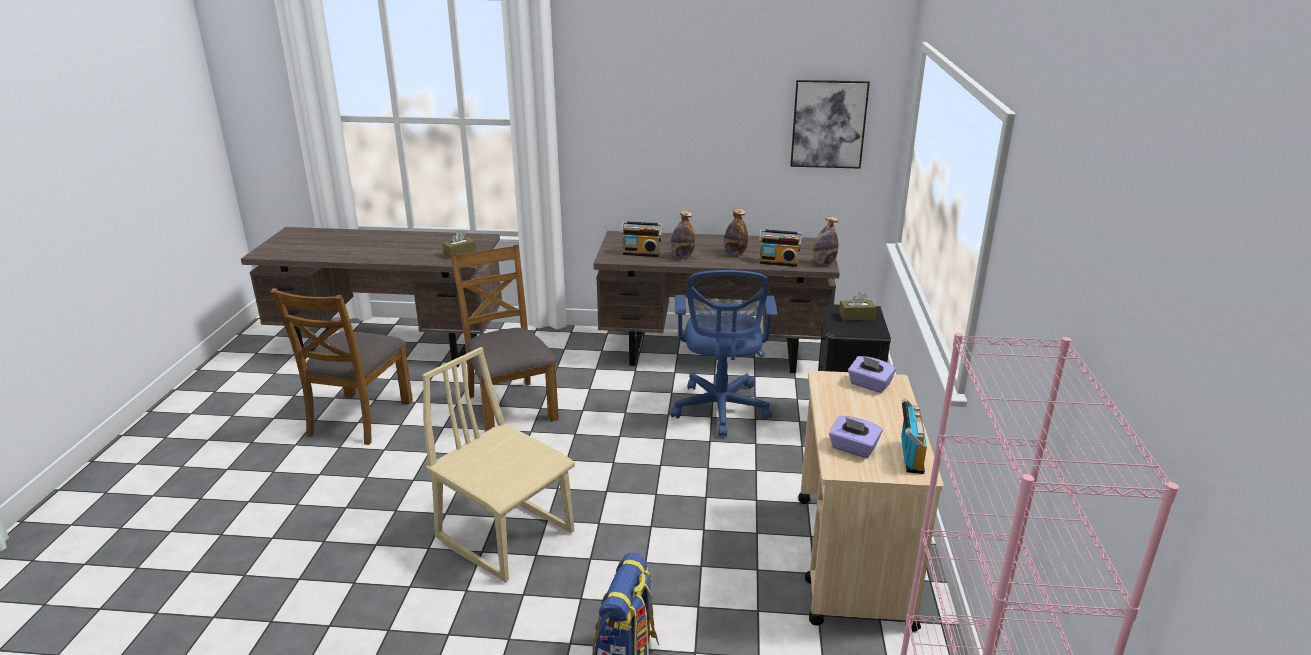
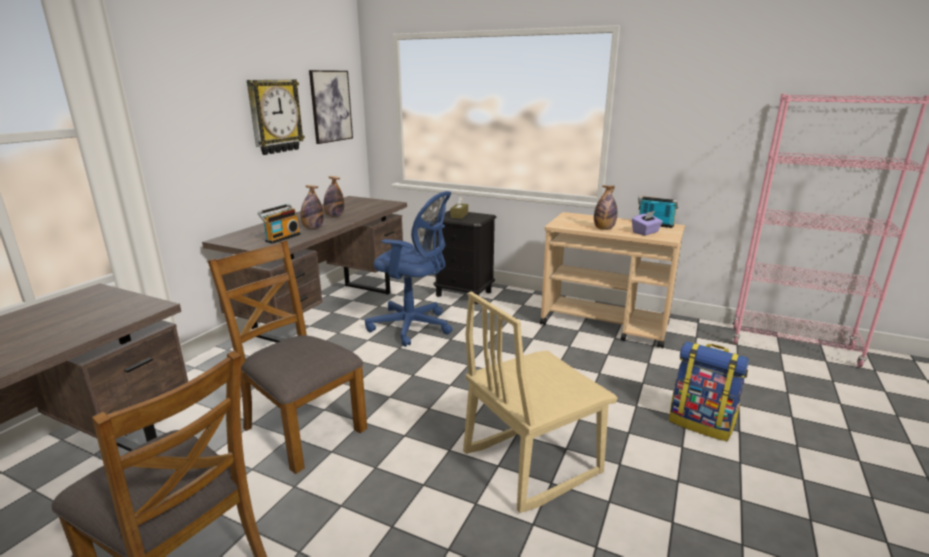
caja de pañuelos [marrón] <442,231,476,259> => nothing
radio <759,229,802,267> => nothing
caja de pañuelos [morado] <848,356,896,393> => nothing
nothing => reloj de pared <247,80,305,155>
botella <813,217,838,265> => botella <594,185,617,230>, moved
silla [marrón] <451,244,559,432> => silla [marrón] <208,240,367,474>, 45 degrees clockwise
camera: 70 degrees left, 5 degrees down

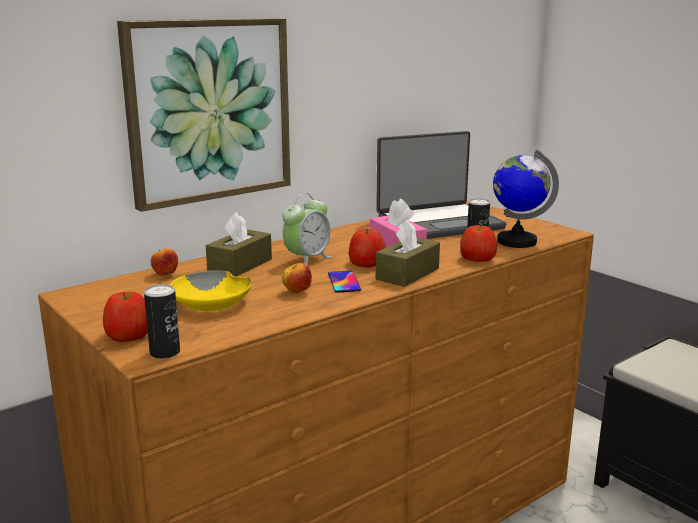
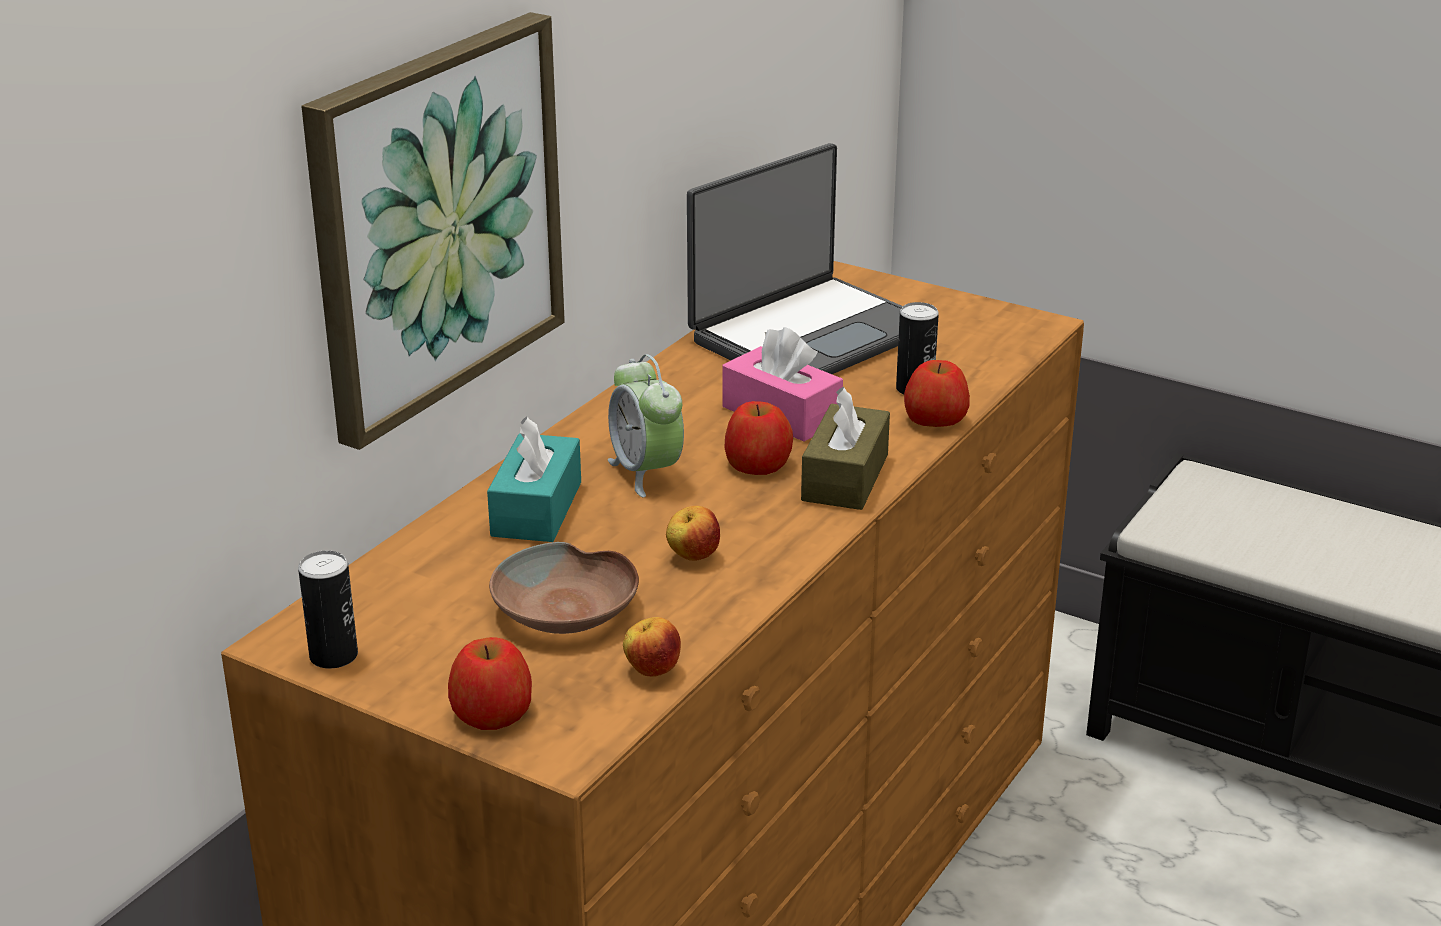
móvil <328,271,361,292> => nothing
globo terráqueo <493,150,559,248> => nothing
lata <144,284,180,359> => lata <298,551,358,669>, moved
manzana <151,248,178,275> => manzana <623,617,681,677>, moved
cuenco [amarillo] <170,271,252,311> => cuenco [marrón] <489,542,639,634>
caja de pañuelos [marrón] <206,213,272,277> => caja de pañuelos [turquesa] <487,417,581,542>
despertador <283,193,332,266> => despertador <608,354,684,497>, 135 degrees clockwise
camera: 20 degrees left, 10 degrees up

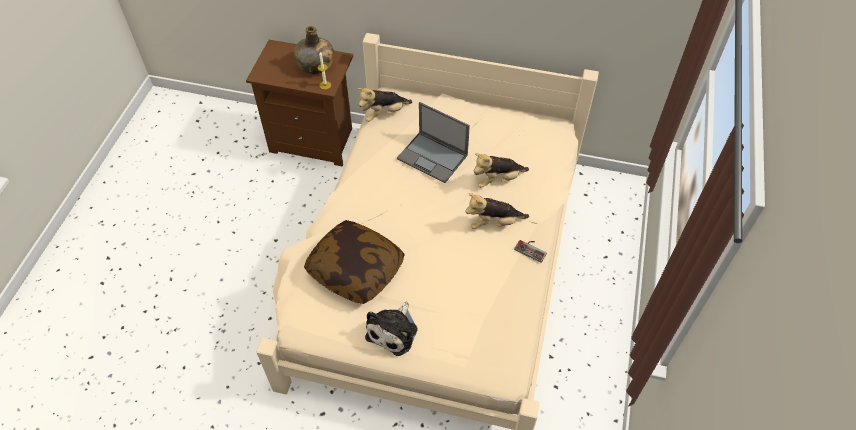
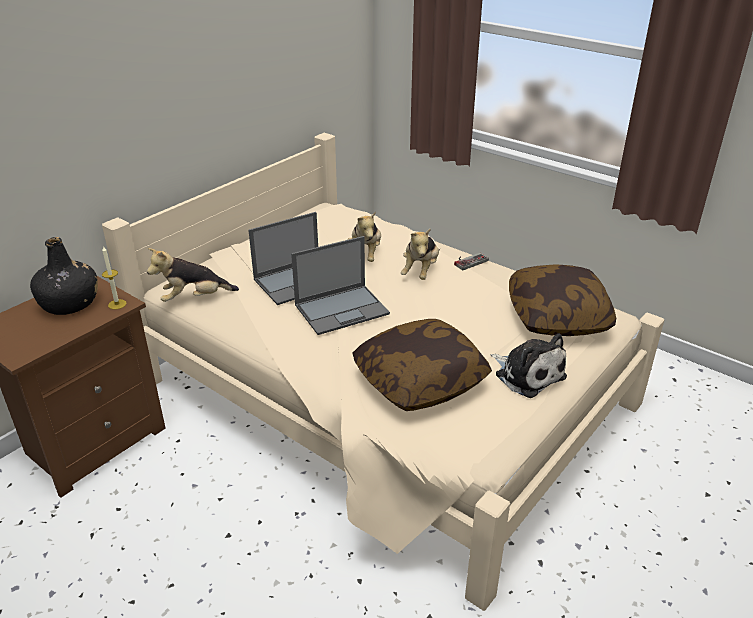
nothing => portátil <291,236,390,335>
nothing => cojín <509,264,616,336>
botella [verde] <294,26,334,74> => botella [negro] <30,237,98,315>
peluche <358,88,412,122> => peluche <147,248,239,302>, 75 degrees clockwise
camera: 65 degrees left, 20 degrees down

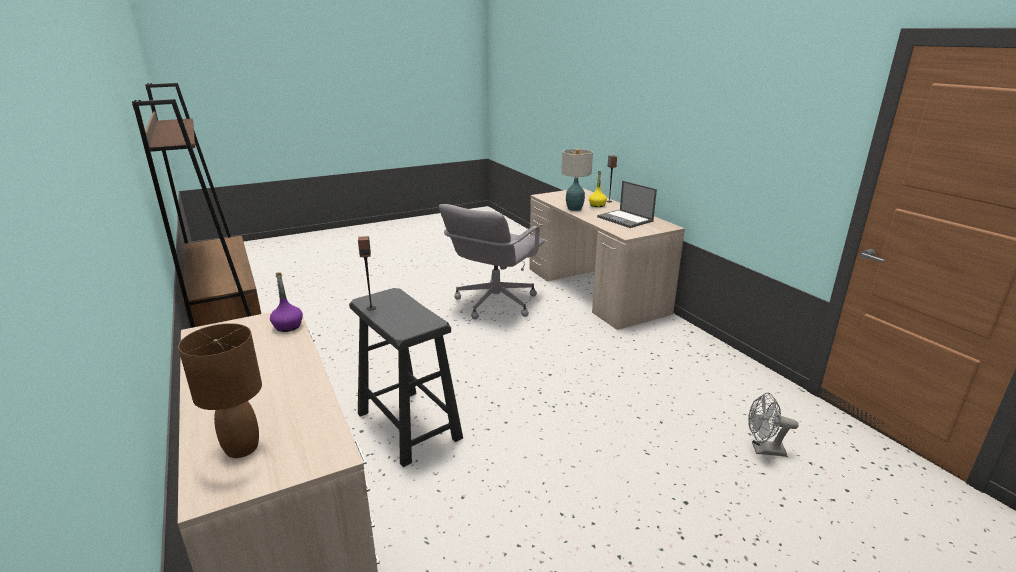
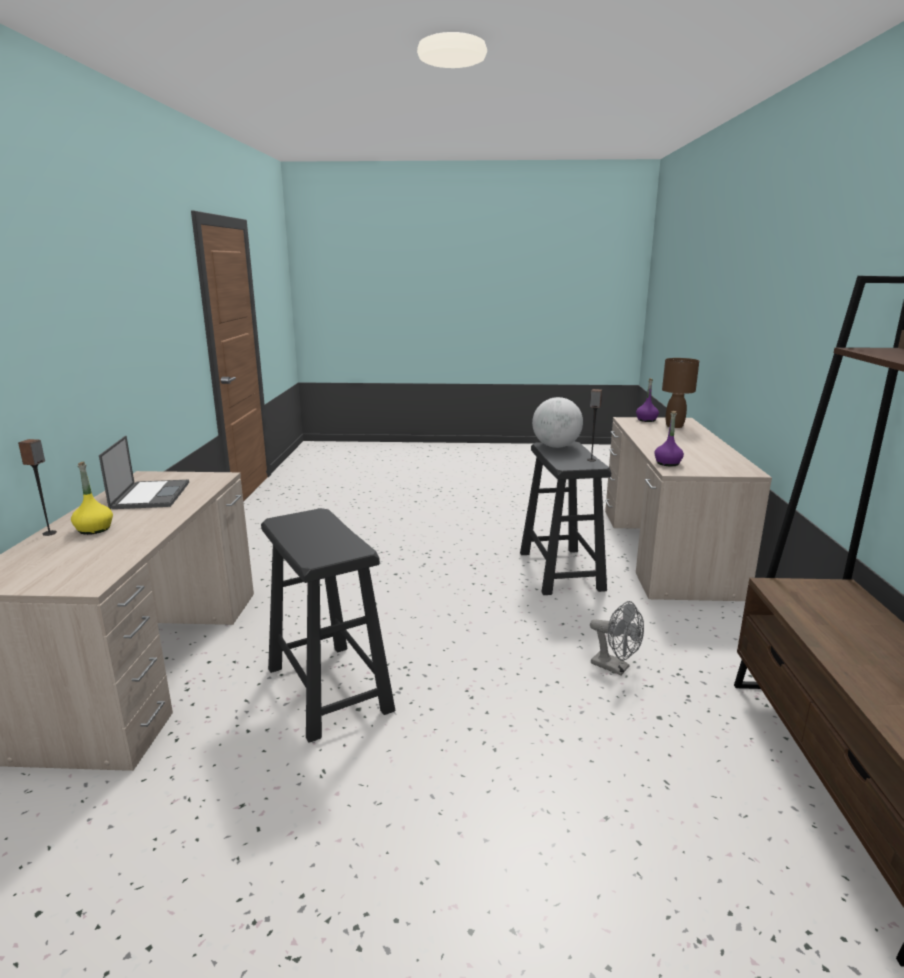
lámpara de mesa <561,149,593,211> => nothing
nothing => globo terráqueo <532,397,583,448>
nothing => botella [morado] <636,378,659,422>
ventilador [gris] <748,393,799,457> => ventilador [gris] <590,601,644,675>, moved
silla de oficina [gris] <439,204,544,319> => taburete [negro] <261,508,395,743>
camera: 150 degrees left, 5 degrees down

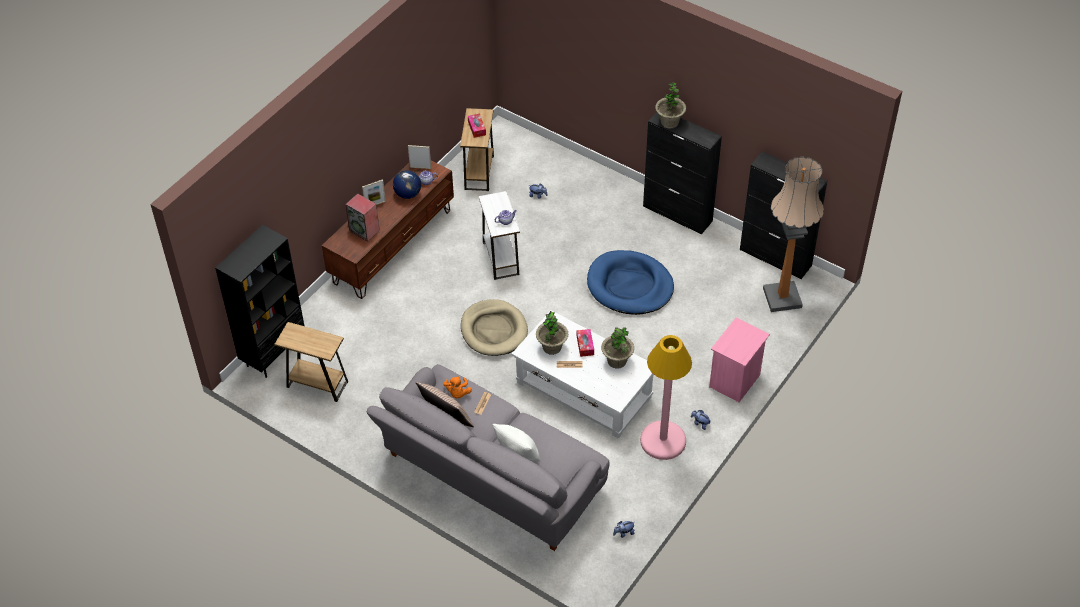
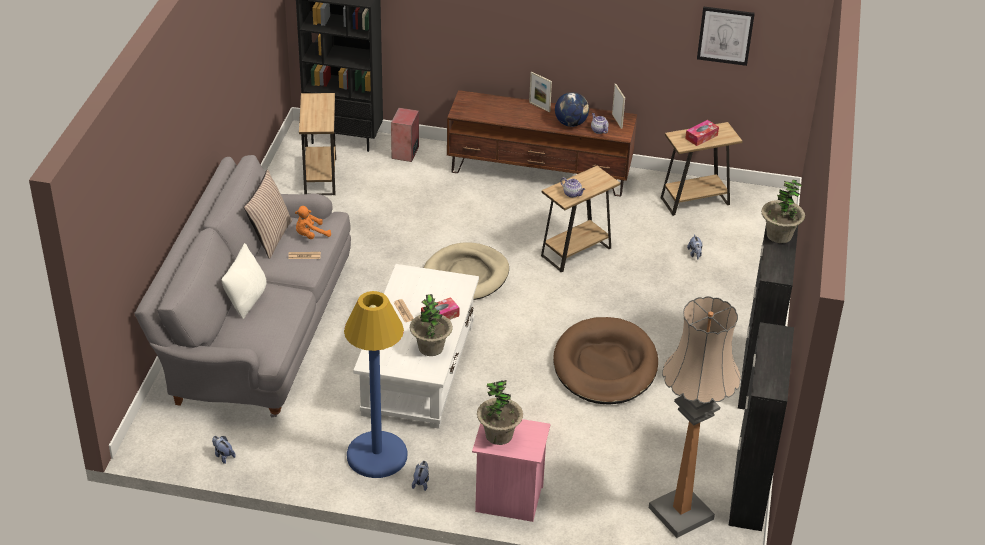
nothing => cuadro <697,6,755,66>
altavoz <345,193,380,242> => altavoz <391,108,419,162>, moved
planta en maceta <536,311,568,355> => planta en maceta <477,380,523,445>, moved
mesa auxiliar [blanco] <479,191,520,280> => mesa auxiliar [marrón] <541,166,620,273>
cama para perro [azul] <587,250,674,315> => cama para perro [marrón] <553,317,658,405>
lámpara de pie [rosa] <640,335,692,460> => lámpara de pie [azul] <344,291,407,478>
camera: 65 degrees right, 10 degrees down

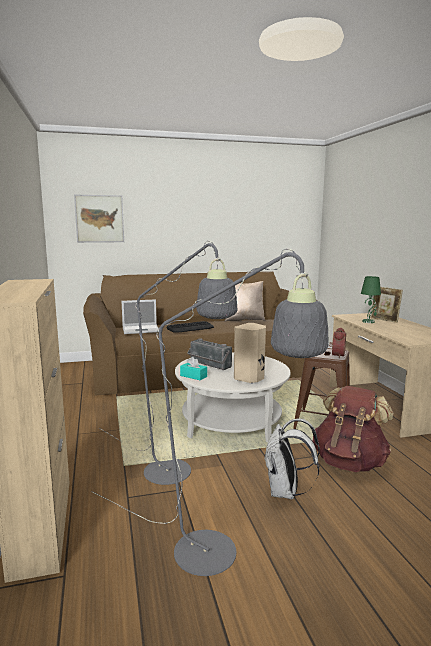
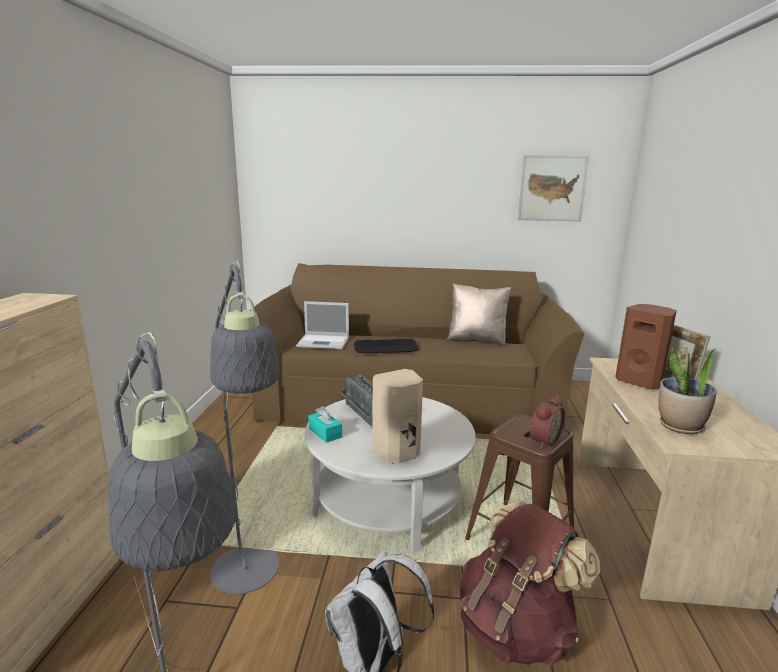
nothing => planta en maceta <658,347,717,434>
cuadro <74,195,124,243> => cuadro <518,155,589,222>, moved
lámpara de mesa [verde] <361,276,381,323> => altavoz [marrón] <615,304,677,390>
camera: 20 degrees right, 5 degrees up

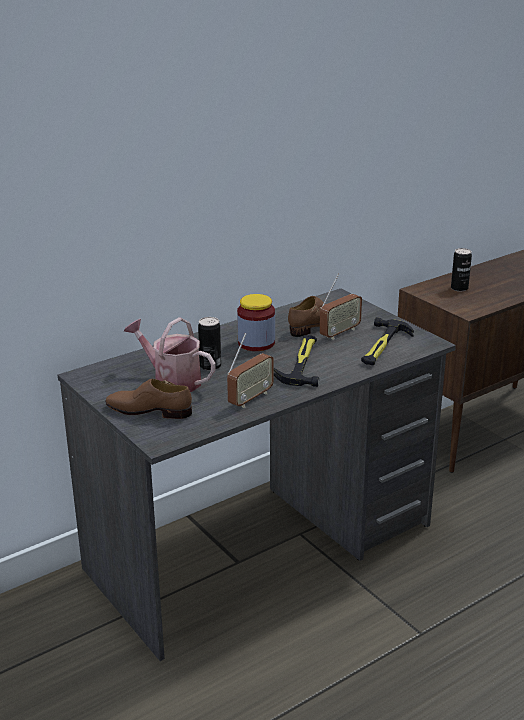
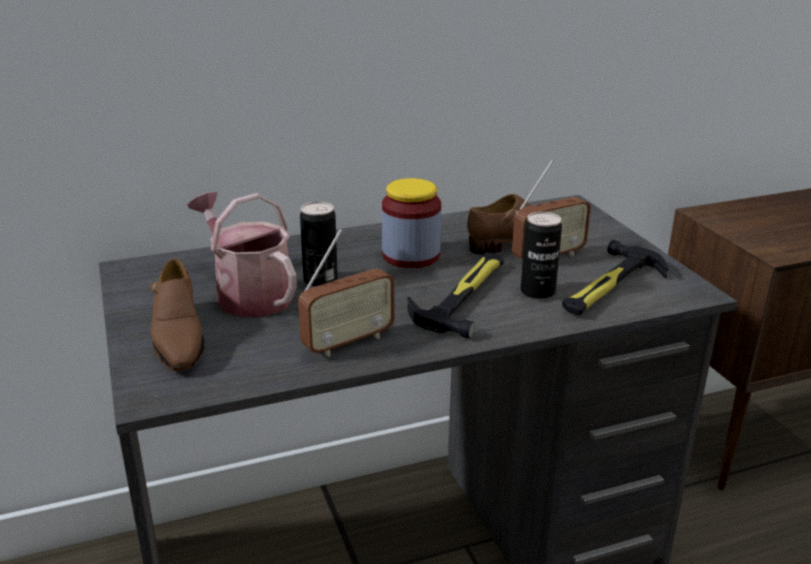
lata <451,248,472,292> => lata <520,212,562,300>, moved
zapato [marrón] <105,379,192,419> => zapato [marrón] <150,259,204,371>, 135 degrees counterclockwise
camera: 15 degrees right, 0 degrees up

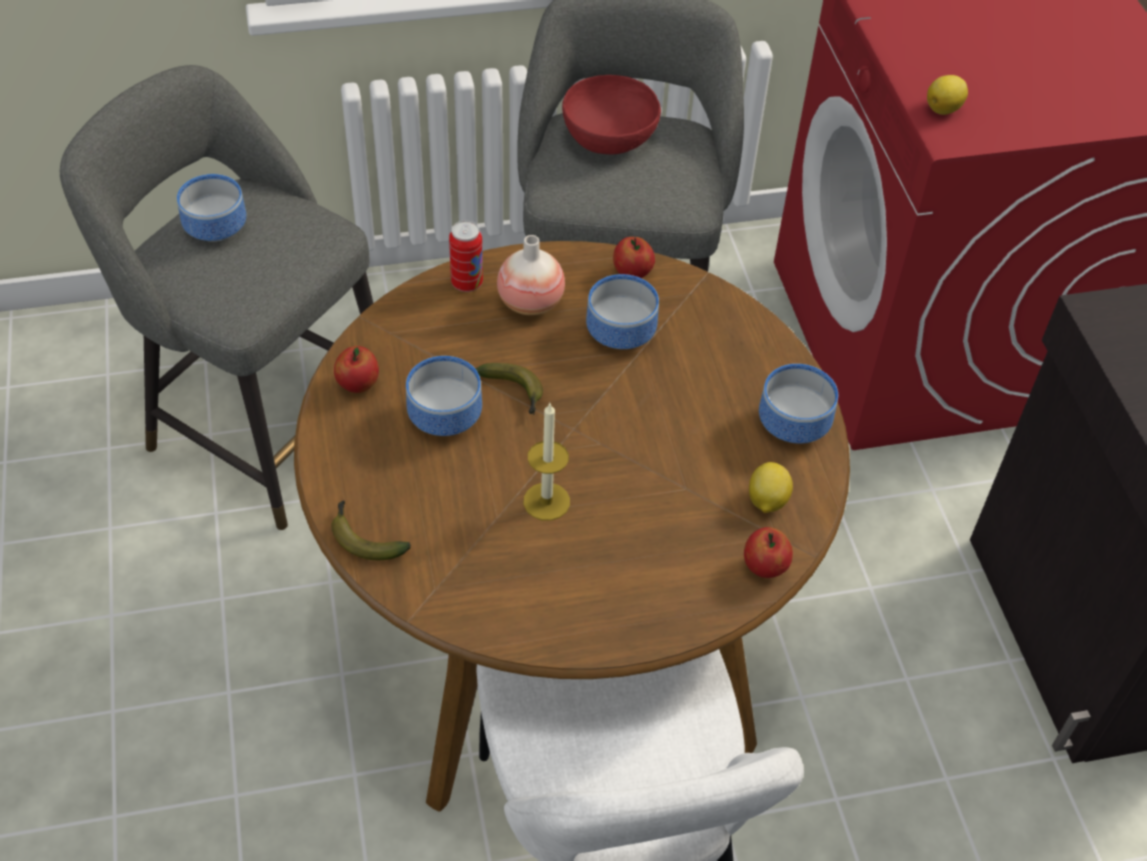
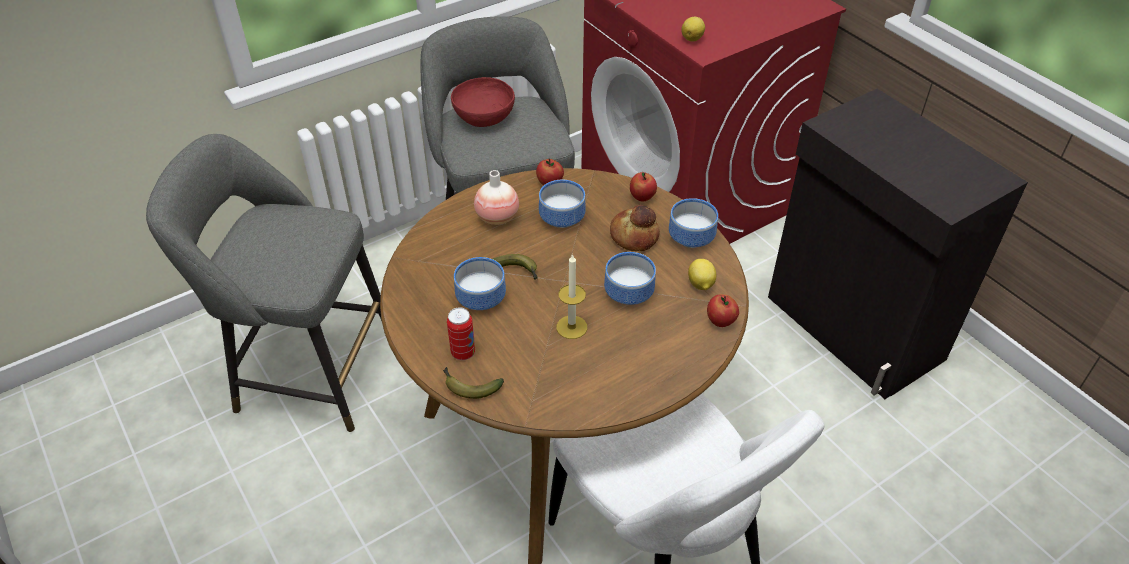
nothing => pan <610,205,660,251>
cuenco <177,174,246,242> => cuenco <604,252,656,305>, moved
manzana <334,346,379,393> => manzana <630,172,657,202>, moved
lata <449,220,483,292> => lata <447,307,475,360>, moved
camera: 20 degrees left, 5 degrees down

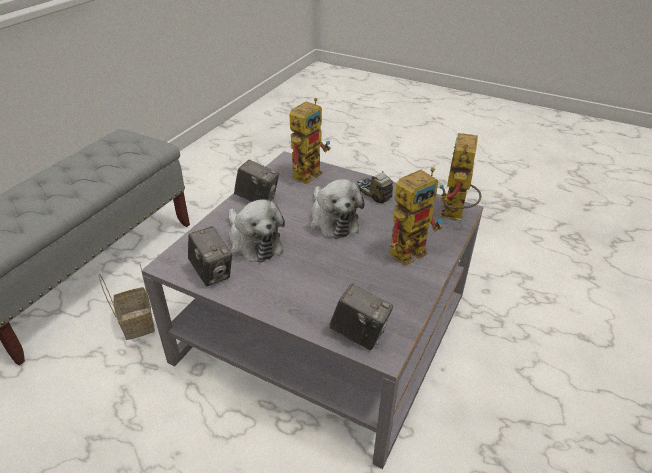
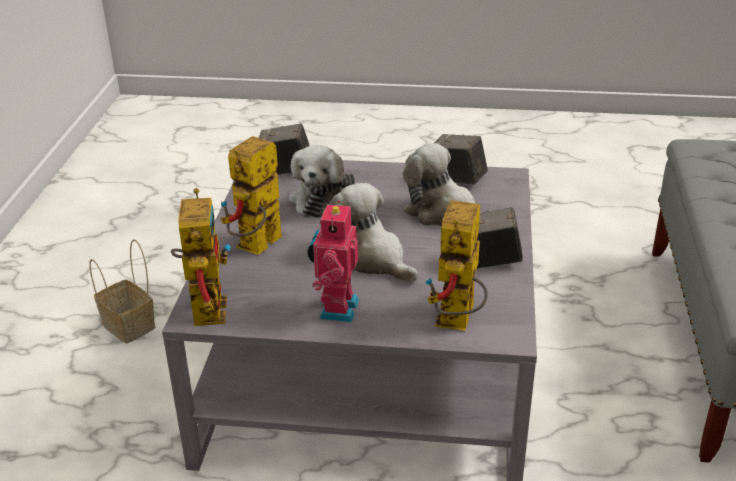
nothing => peluche <289,145,355,218>
cesta <98,264,155,340> => cesta <89,239,155,344>, moved
camión de juguete <357,171,393,203> => robot de juguete <307,200,359,322>
camera: 160 degrees right, 5 degrees down

